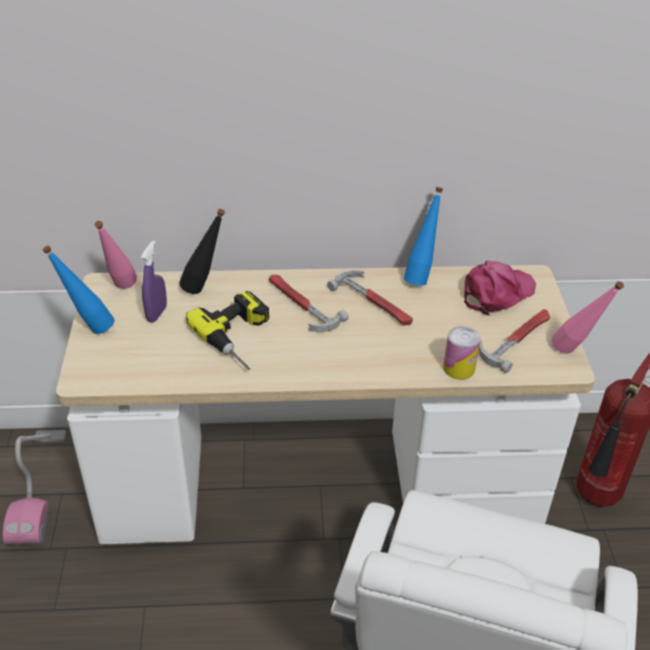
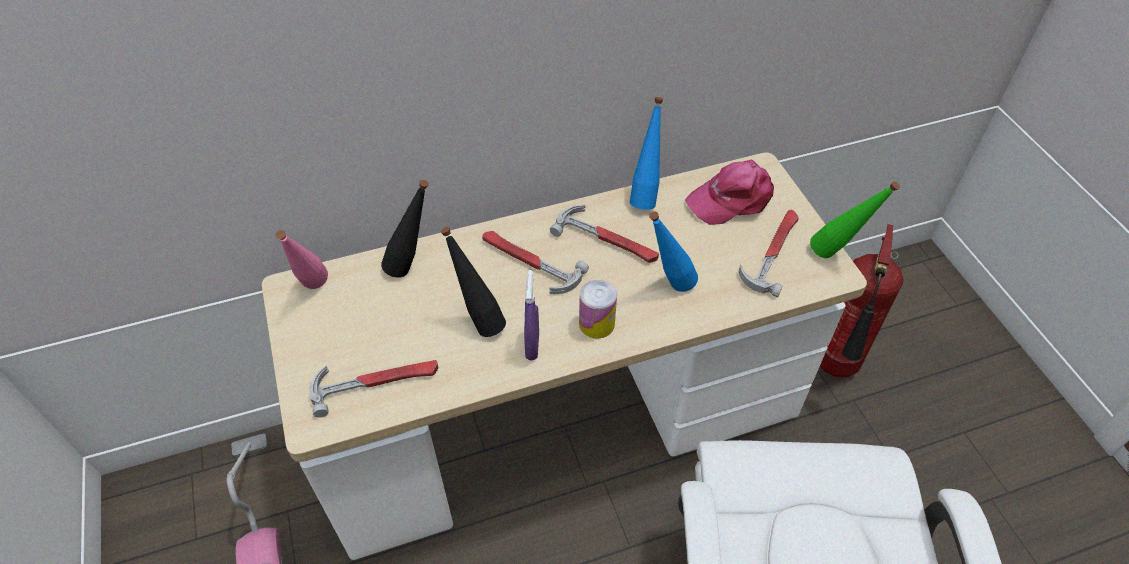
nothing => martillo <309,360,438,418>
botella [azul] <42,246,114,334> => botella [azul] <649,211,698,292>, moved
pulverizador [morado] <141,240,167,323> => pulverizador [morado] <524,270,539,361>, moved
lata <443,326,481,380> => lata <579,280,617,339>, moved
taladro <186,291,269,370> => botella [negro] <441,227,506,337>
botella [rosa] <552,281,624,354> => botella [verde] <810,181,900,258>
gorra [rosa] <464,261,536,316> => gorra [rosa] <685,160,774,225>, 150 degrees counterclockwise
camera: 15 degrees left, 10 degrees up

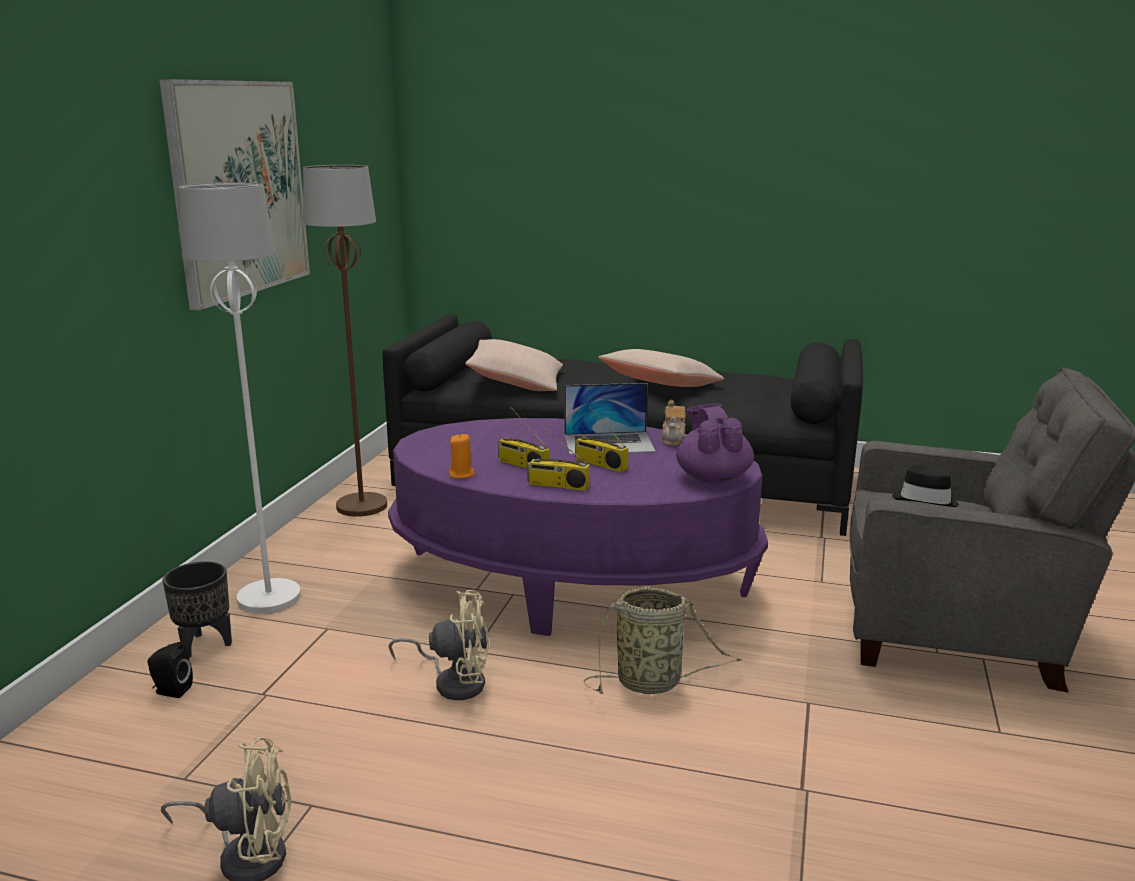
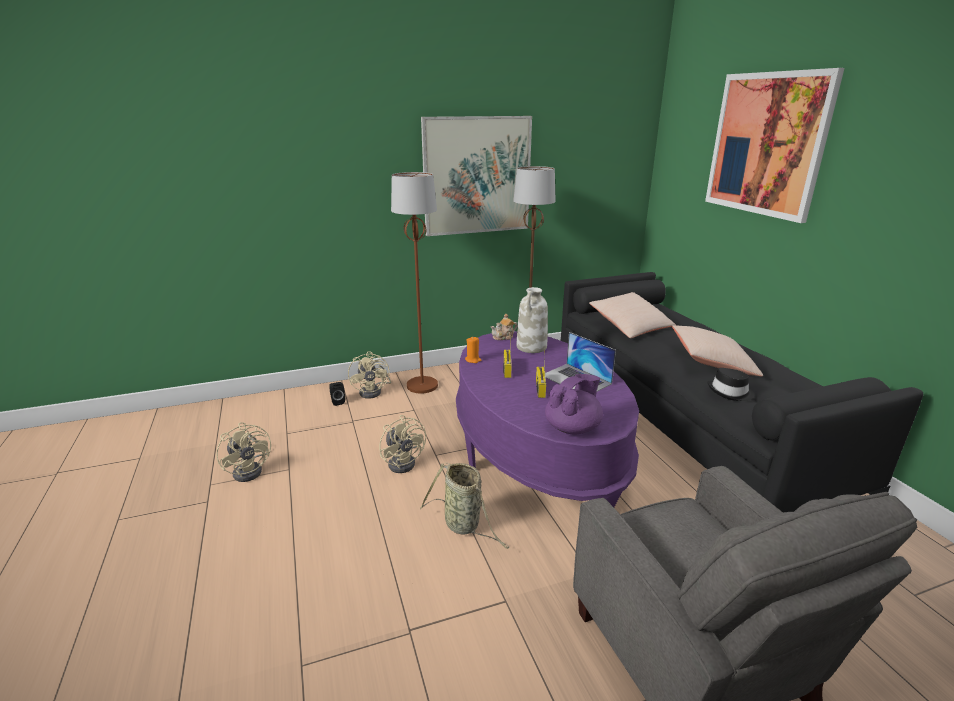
radio <527,426,590,491> => nothing
nothing => florero [blanco] <517,287,548,353>
nothing => cuadro <705,68,844,223>
tetera <662,400,686,446> => tetera <491,314,518,340>, moved
sombrero [negro] <892,465,959,507> => sombrero [negro] <708,368,754,401>, moved
maceta [negro] <162,561,232,658> => ventilador [beis] <348,351,391,399>
lámpara de pie [blanco] <179,182,301,613> => lámpara de pie [marrón] <391,172,438,394>
camera: 55 degrees right, 5 degrees up

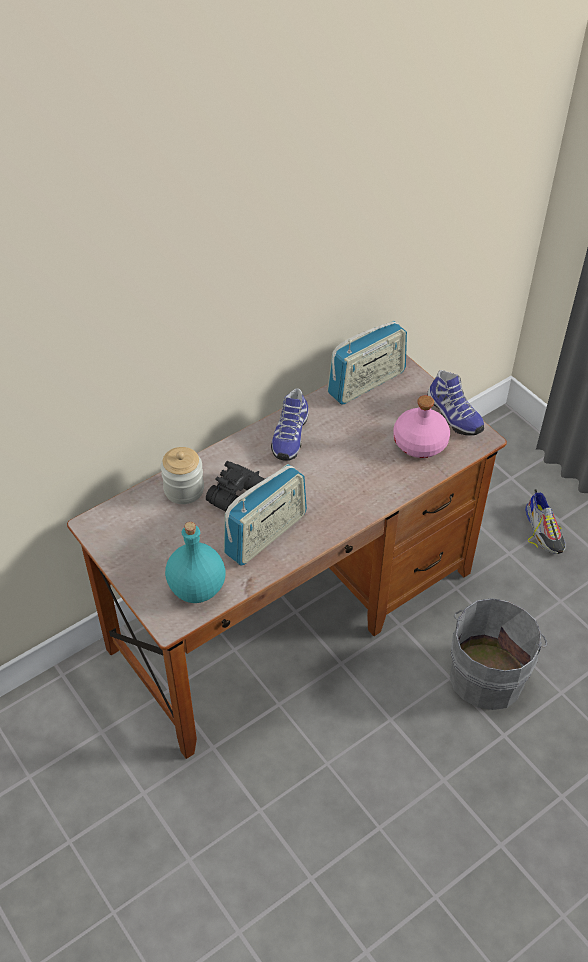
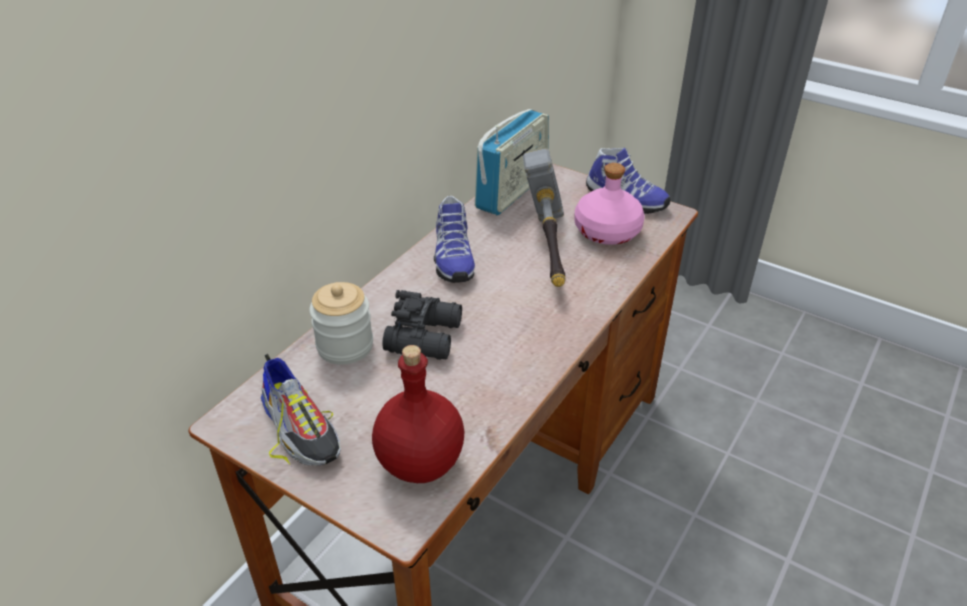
radio <224,464,307,565> => nothing
cubo [gris] <450,598,547,710> => nothing
nothing => martillo <523,148,565,287>
zapato <525,489,566,554> => zapato <261,354,341,466>, moved
botella [turquesa] <165,522,226,603> => botella [rojo] <372,345,464,483>
camera: 20 degrees left, 10 degrees down

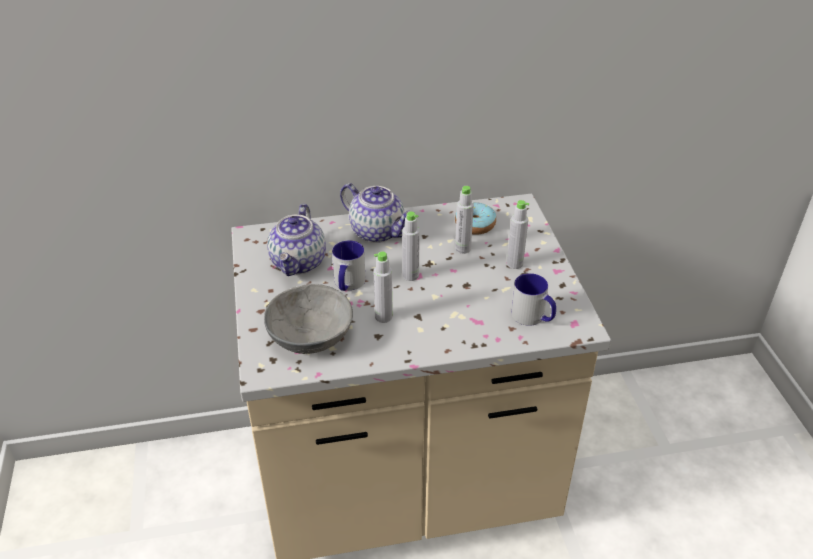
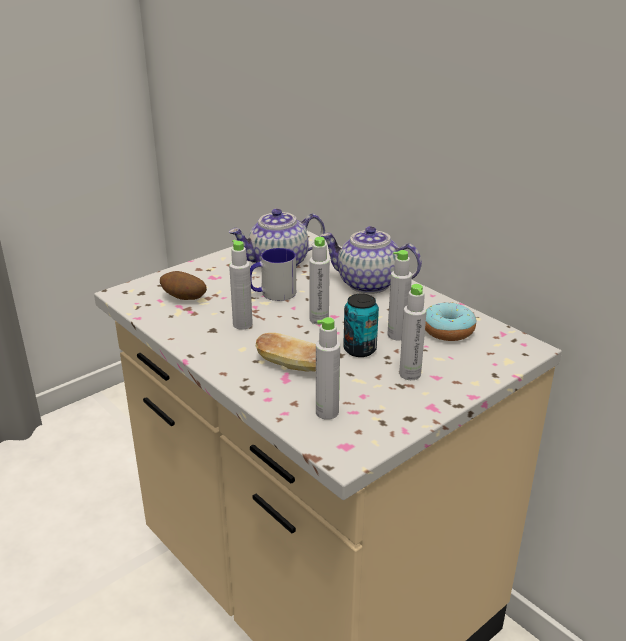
nothing => pan <255,333,316,372>
nothing => lata <343,294,379,357>
cuenco [gris] <264,284,353,354> => patata <160,271,207,300>
taza grande <511,273,556,326> => botella [gris] <316,317,340,420>
tetera <340,183,412,243> => tetera <320,226,422,294>, 105 degrees clockwise
camera: 60 degrees right, 10 degrees down

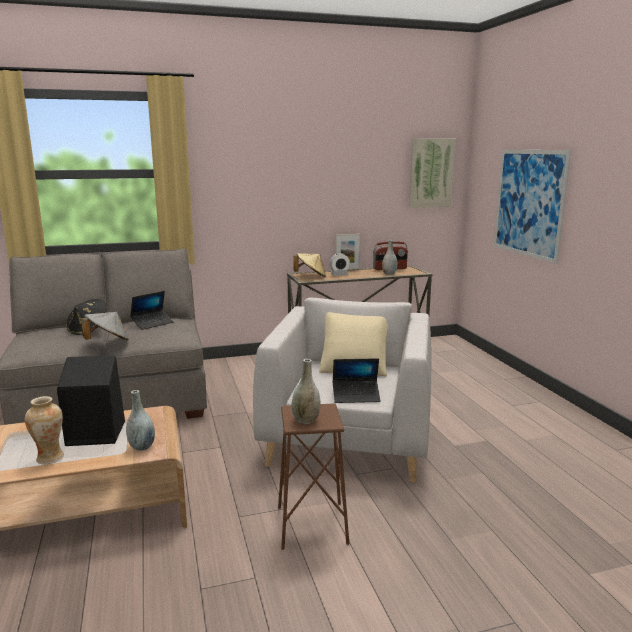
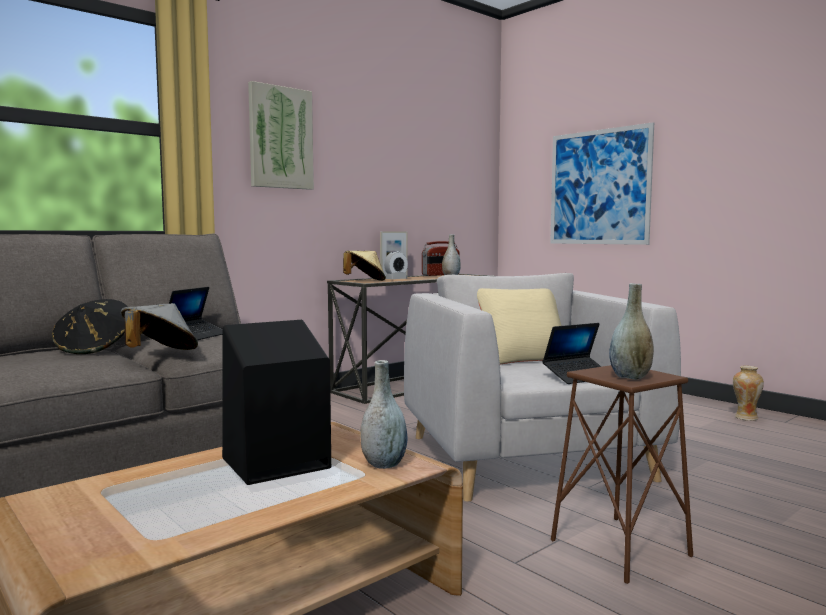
florero <25,396,64,464> => florero <733,366,764,421>, moved
cuadro <409,138,456,208> => cuadro <248,81,314,190>, moved
camera: 25 degrees left, 10 degrees down

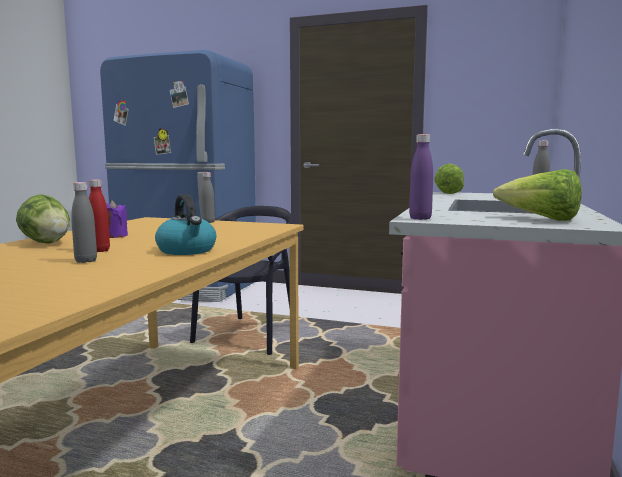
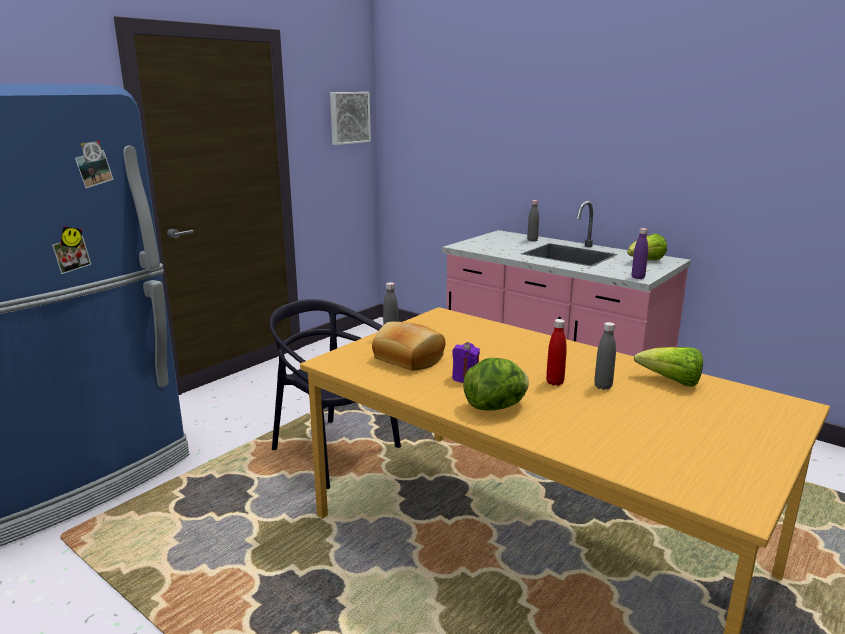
hervidor <155,194,216,255> => nothing
nothing => cuadro <330,92,371,145>
nothing => pan <372,321,446,371>
lechuga <434,163,464,194> => lechuga <634,347,703,387>, moved
camera: 70 degrees left, 10 degrees up

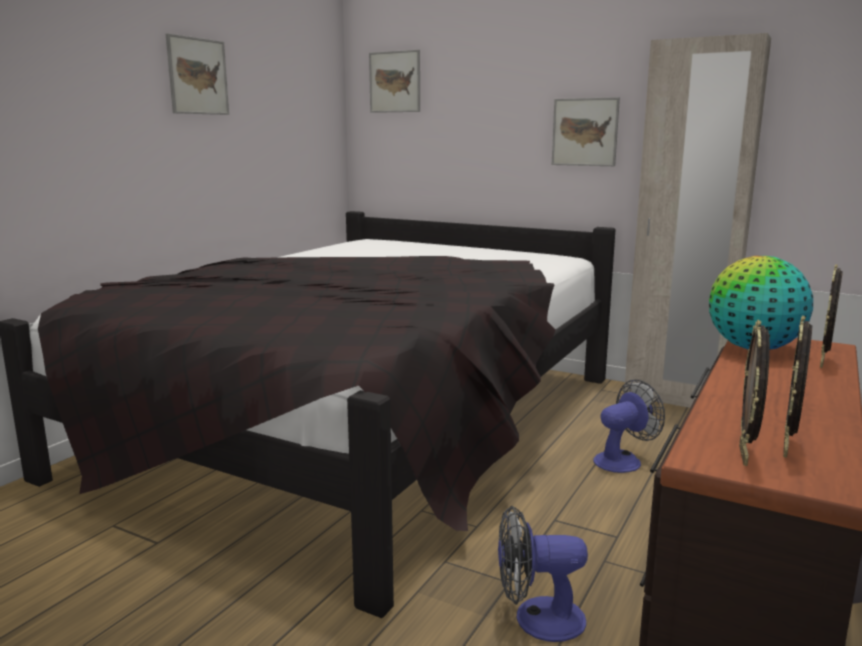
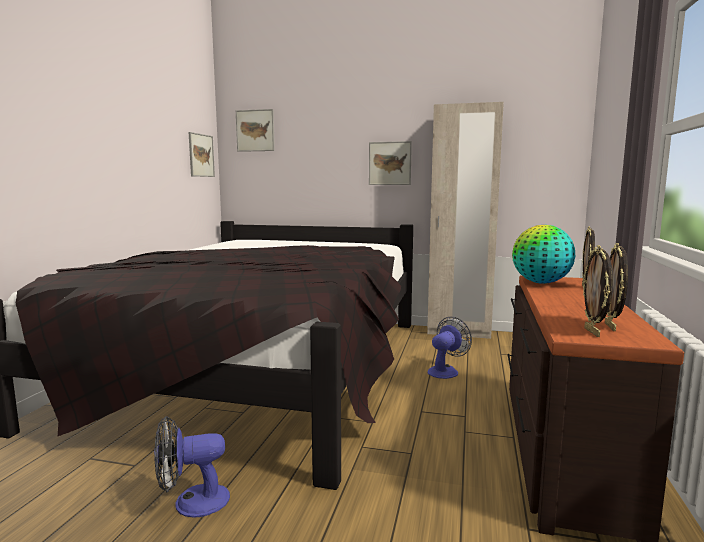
cuadro <166,33,229,115> => cuadro <189,132,215,177>, moved
ventilador <498,506,588,642> => ventilador <154,416,230,517>, moved
camera: 15 degrees left, 5 degrees down

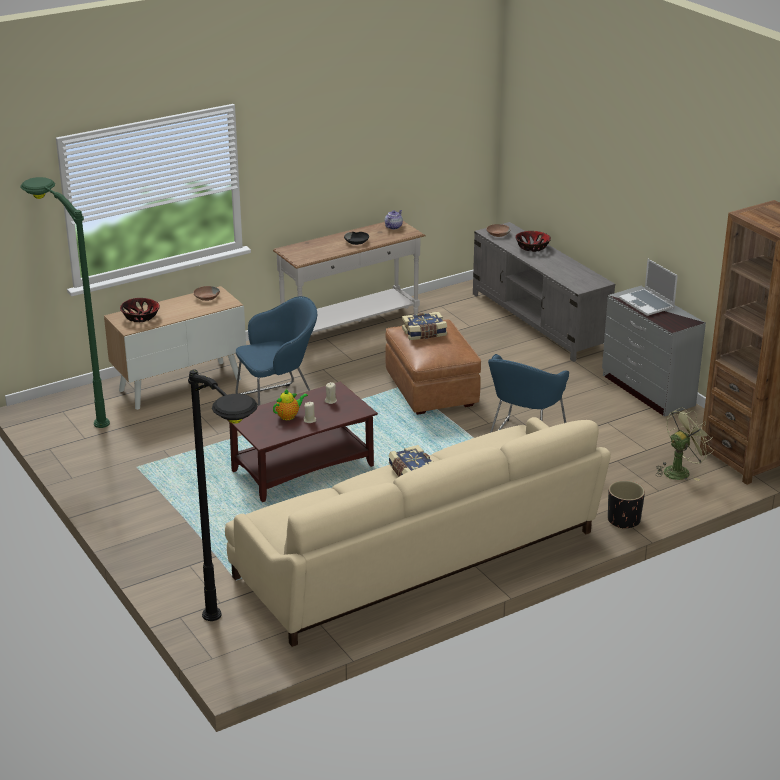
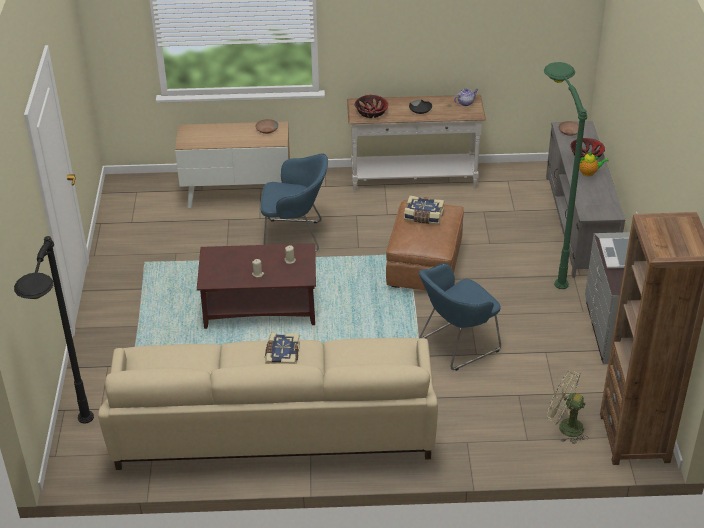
maceta [negro] <608,480,645,530> => nothing
lámpara de pie [verde] <20,177,110,428> => lámpara de pie [verde] <544,62,587,289>, moved
cuenco <120,298,160,322> => cuenco <355,95,388,118>, moved
tetera <273,389,308,420> => tetera <579,152,609,176>, moved
ventilador [verde] <656,407,713,481> => ventilador [verde] <547,370,589,444>, 150 degrees counterclockwise
camera: 30 degrees right, 10 degrees up

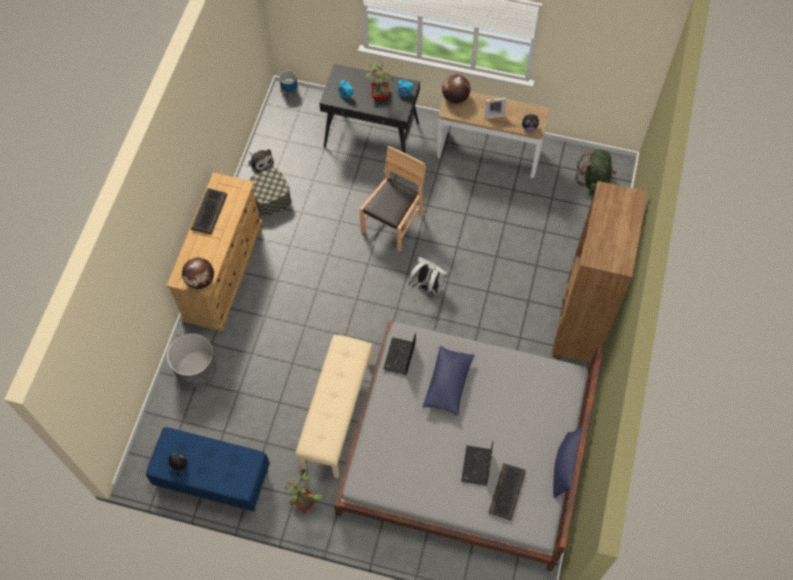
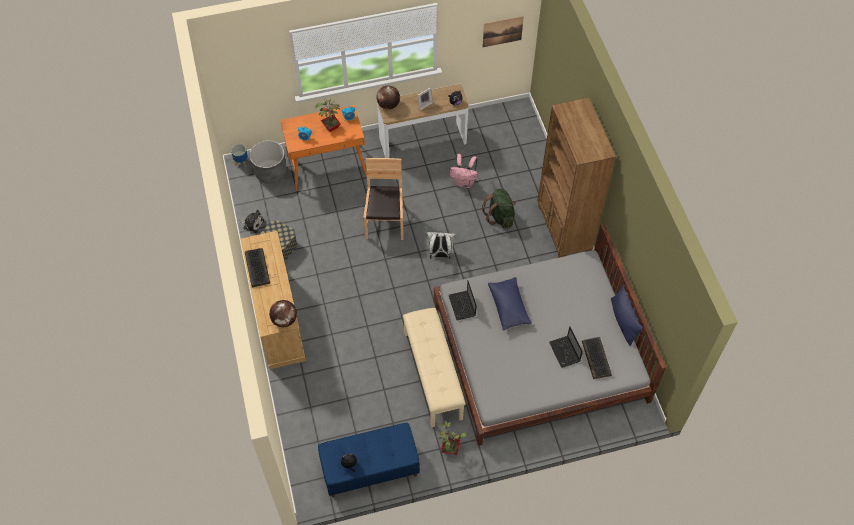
nothing => mochila [rosa] <450,154,478,188>
nothing => cuadro <482,16,524,47>
maceta [gris] <167,333,217,388> => maceta [gris] <249,140,286,184>, moved
mochila [verde] <576,149,616,196> => mochila [verde] <482,189,516,229>, moved
escritorio [negro] <319,64,420,153> => escritorio [naranja] <280,105,367,191>
camera: 30 degrees left, 5 degrees down

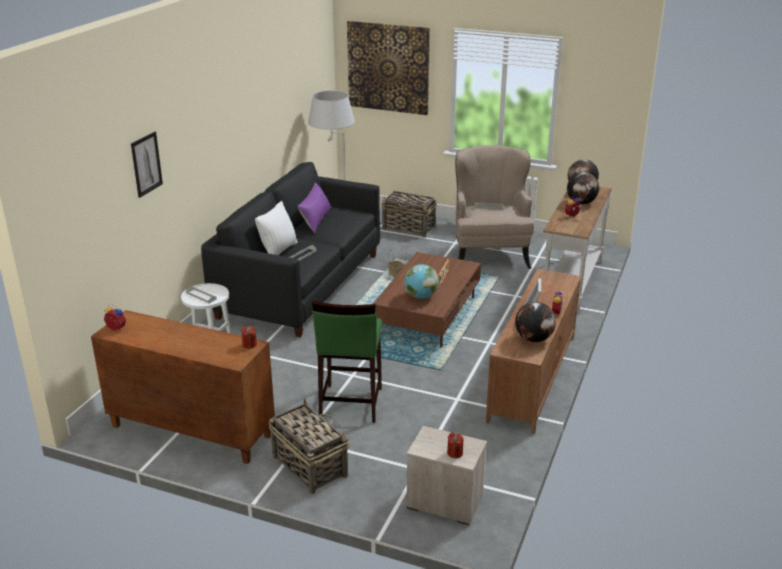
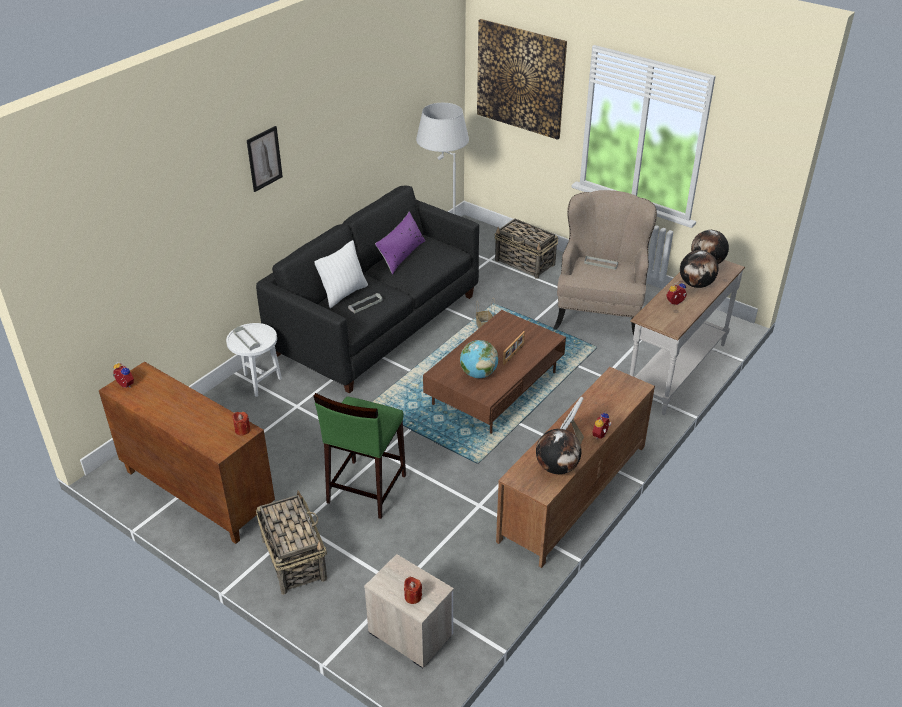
cuadro <131,132,163,198> => cuadro <247,126,283,192>, moved
camera: 15 degrees right, 10 degrees up

